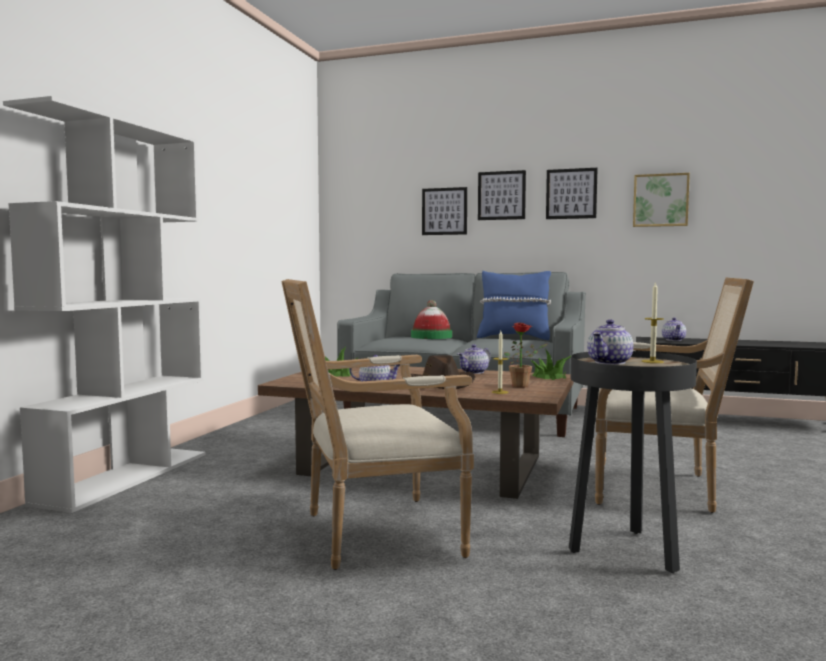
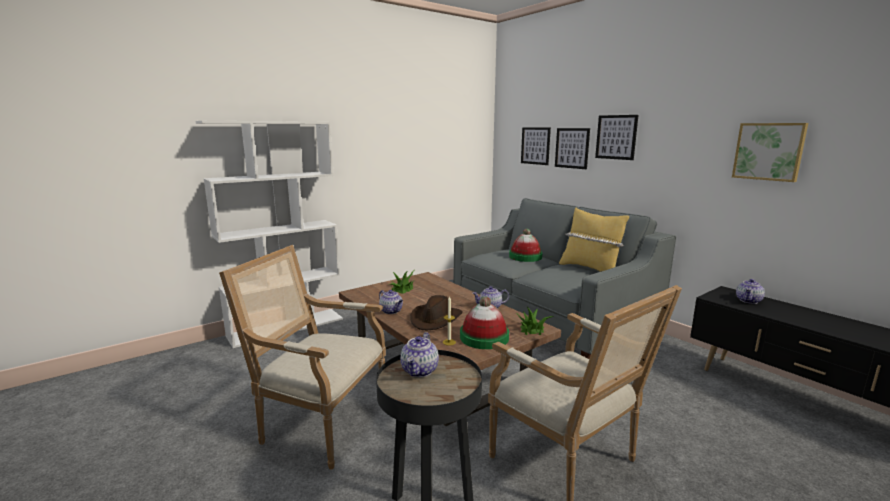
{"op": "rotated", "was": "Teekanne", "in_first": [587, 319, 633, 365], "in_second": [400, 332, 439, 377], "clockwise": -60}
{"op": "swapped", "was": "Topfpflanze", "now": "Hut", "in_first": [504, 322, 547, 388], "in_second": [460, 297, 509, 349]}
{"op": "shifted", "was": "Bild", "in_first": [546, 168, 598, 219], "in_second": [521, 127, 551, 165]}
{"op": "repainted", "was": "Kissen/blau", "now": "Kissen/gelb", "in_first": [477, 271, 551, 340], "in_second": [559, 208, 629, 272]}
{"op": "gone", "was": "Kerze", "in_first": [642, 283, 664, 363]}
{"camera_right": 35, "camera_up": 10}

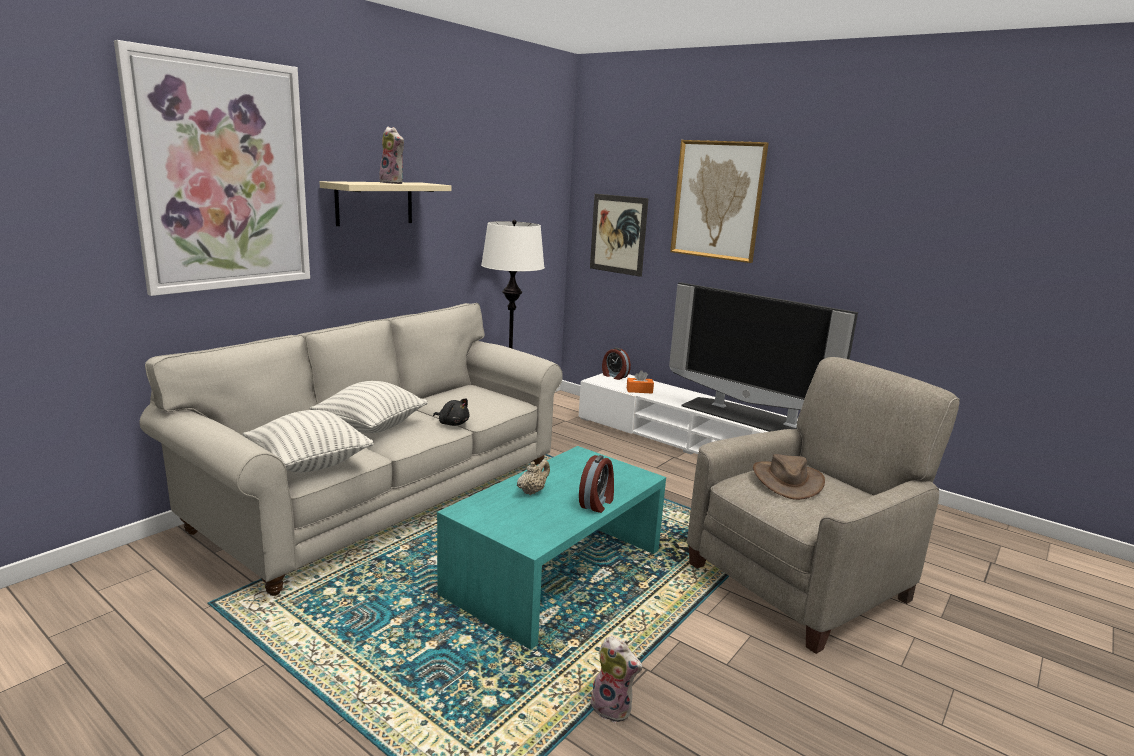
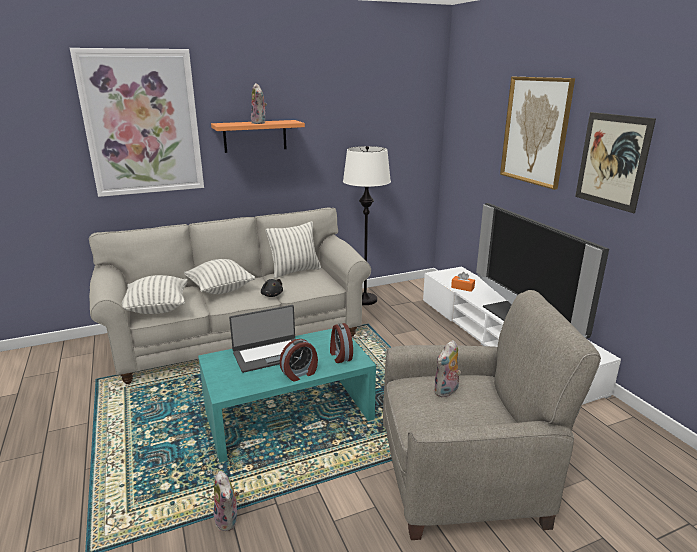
{"op": "repainted", "was": "Wandregal/beige", "now": "Wandregal/orange", "in_first": [320, 181, 451, 226], "in_second": [211, 120, 305, 153]}
{"op": "swapped", "was": "Teekanne/beige", "now": "Laptop", "in_first": [517, 460, 550, 495], "in_second": [229, 305, 295, 373]}
{"op": "new", "now": "Kissen", "in_second": [266, 222, 321, 279]}
{"op": "shifted", "was": "Wecker", "in_first": [602, 348, 631, 380], "in_second": [330, 323, 353, 363]}
{"op": "swapped", "was": "Hut/braun", "now": "Plüschtier", "in_first": [753, 454, 825, 500], "in_second": [433, 340, 461, 397]}
{"op": "shifted", "was": "Bild", "in_first": [590, 194, 649, 277], "in_second": [575, 112, 656, 213]}
{"camera_right": 30, "camera_up": 5}

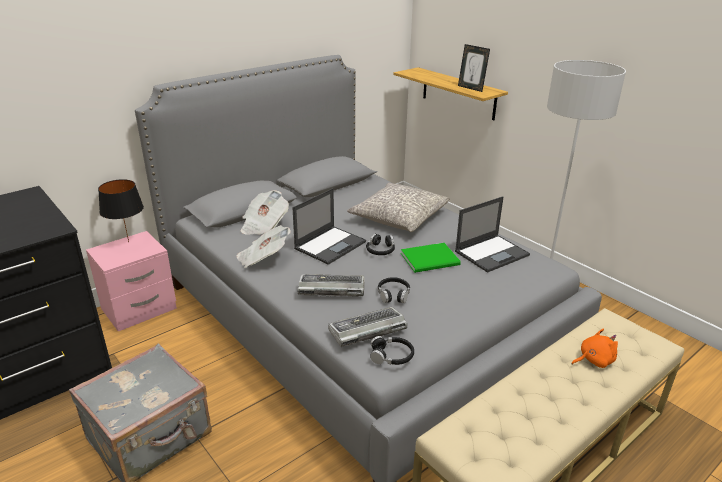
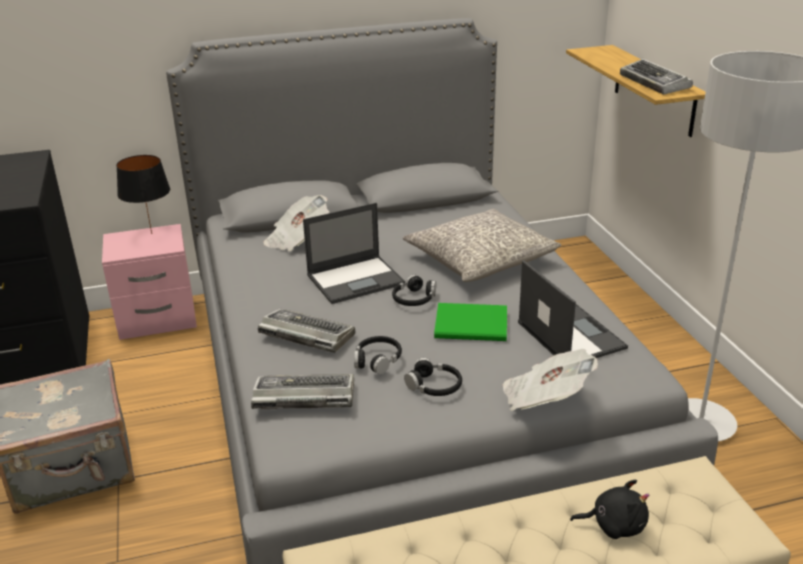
{"op": "shifted", "was": "Kopfhörer/schwarz", "in_first": [370, 336, 414, 365], "in_second": [404, 358, 462, 396]}
{"op": "shifted", "was": "Zeitung", "in_first": [236, 225, 291, 268], "in_second": [503, 349, 598, 411]}
{"op": "rotated", "was": "Laptop", "in_first": [455, 196, 530, 273], "in_second": [518, 260, 628, 358], "clockwise": -105}
{"op": "repainted", "was": "Plüschtier/orange", "now": "Plüschtier/schwarz", "in_first": [571, 329, 618, 368], "in_second": [570, 480, 649, 539]}
{"op": "swapped", "was": "Bilderrahmen", "now": "Tastatur", "in_first": [458, 44, 490, 92], "in_second": [620, 59, 693, 95]}
{"camera_right": 25, "camera_up": 0}

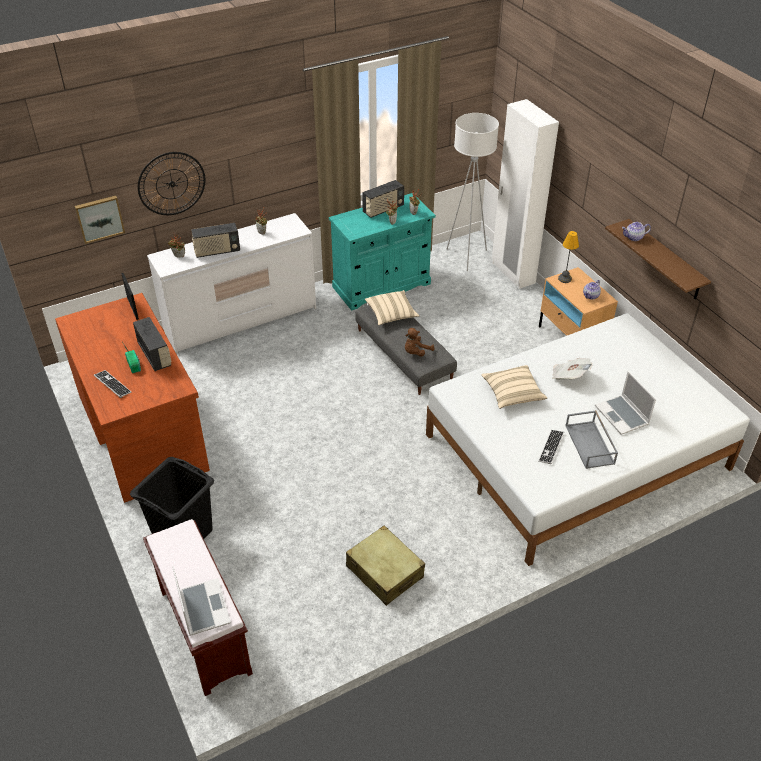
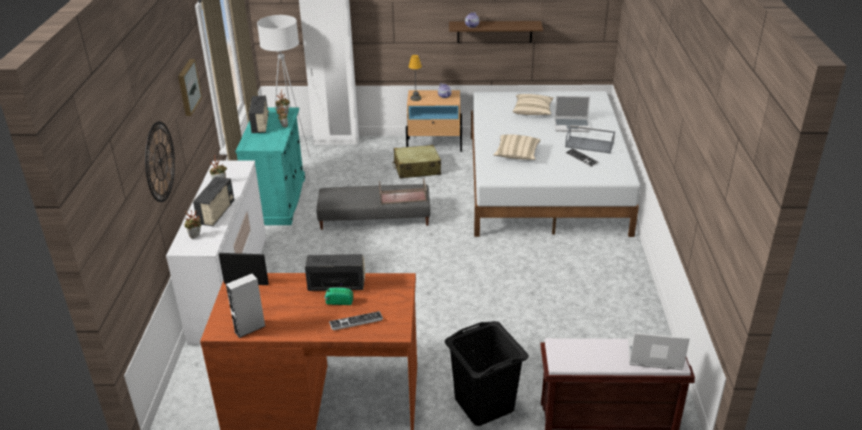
{"op": "shifted", "was": "Bild", "in_first": [74, 196, 125, 244], "in_second": [178, 59, 202, 116]}
{"op": "new", "now": "Lautsprecher/grau", "in_second": [226, 274, 265, 338]}
{"op": "swapped", "was": "Plüschtier/braun", "now": "Tablett/braun", "in_first": [405, 328, 434, 356], "in_second": [379, 178, 427, 205]}
{"op": "shifted", "was": "Koffer/beige", "in_first": [346, 525, 425, 606], "in_second": [392, 145, 441, 178]}
{"op": "shifted", "was": "Kissen/beige", "in_first": [365, 290, 420, 325], "in_second": [513, 94, 554, 115]}
{"op": "gone", "was": "Zeitung", "in_first": [552, 358, 593, 379]}
{"camera_right": -60, "camera_up": -10}

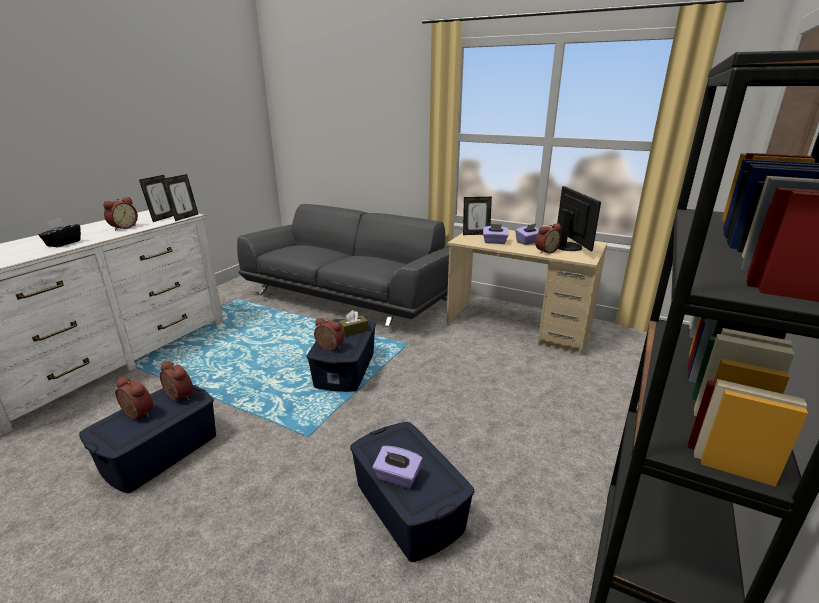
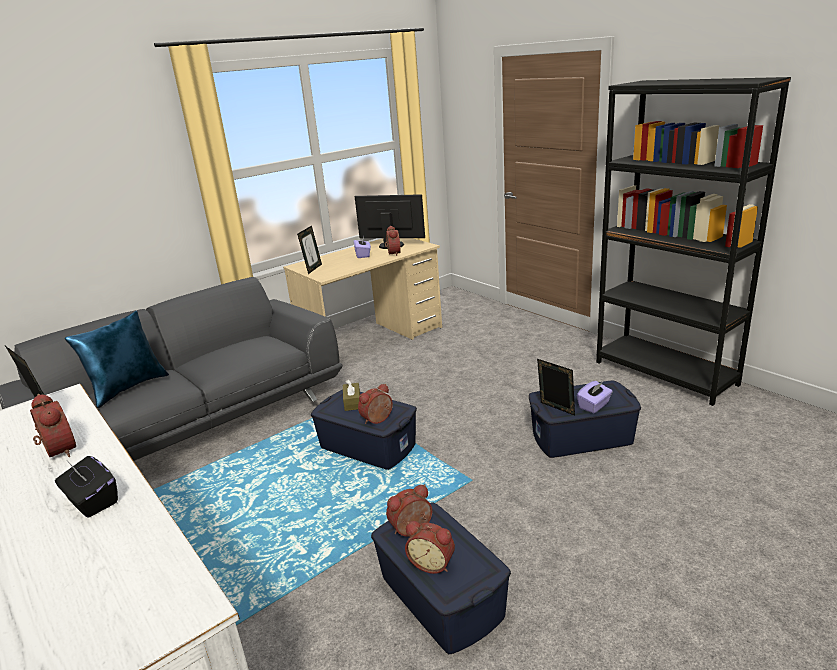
{"op": "new", "now": "Kissen/blau", "in_second": [65, 311, 169, 408]}
{"op": "rotated", "was": "Wecker", "in_first": [116, 377, 153, 419], "in_second": [405, 521, 455, 574], "clockwise": -120}
{"op": "shifted", "was": "Bilderrahmen", "in_first": [162, 174, 198, 221], "in_second": [537, 359, 575, 416]}
{"op": "gone", "was": "Taschentuchbox/lila", "in_first": [483, 224, 508, 244]}
{"camera_right": -65, "camera_up": 0}

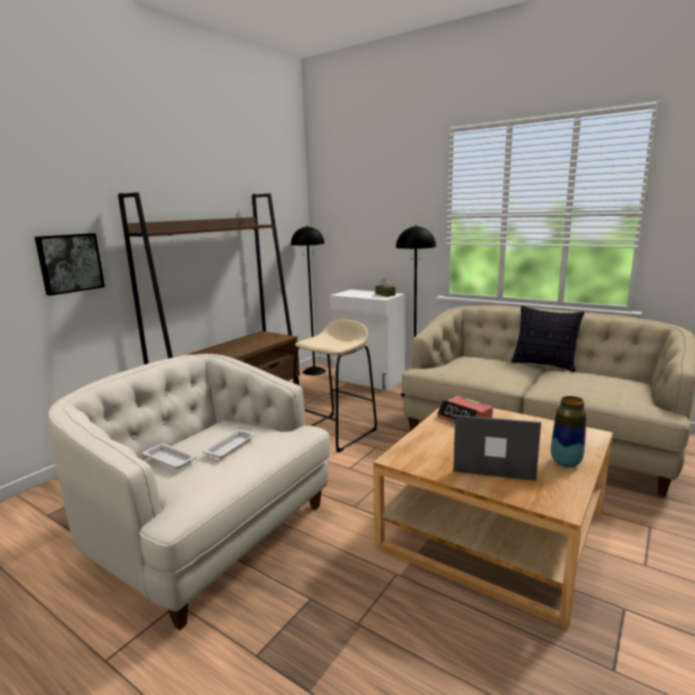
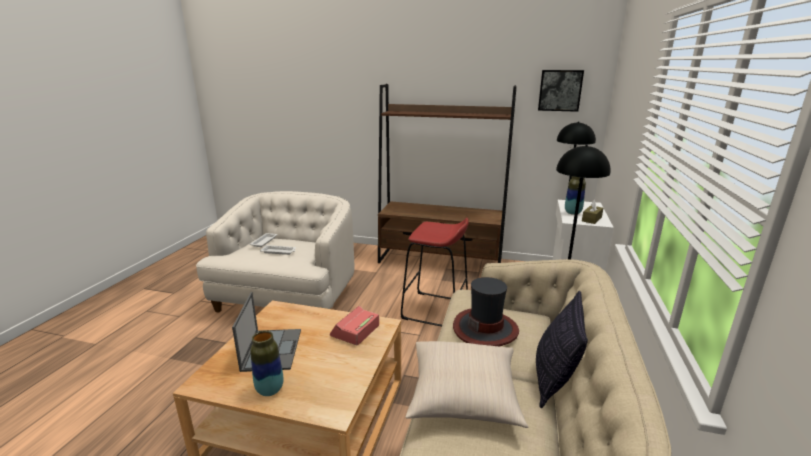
{"op": "repainted", "was": "Hocker/beige", "now": "Hocker/rot", "in_first": [293, 320, 377, 453], "in_second": [400, 218, 469, 326]}
{"op": "new", "now": "Kissen/beige", "in_second": [406, 341, 528, 428]}
{"op": "new", "now": "Hut", "in_second": [453, 277, 519, 346]}
{"op": "shifted", "was": "Bild", "in_first": [35, 233, 105, 296], "in_second": [538, 70, 584, 112]}
{"op": "new", "now": "Vase", "in_second": [565, 176, 586, 215]}
{"camera_right": 70, "camera_up": 5}

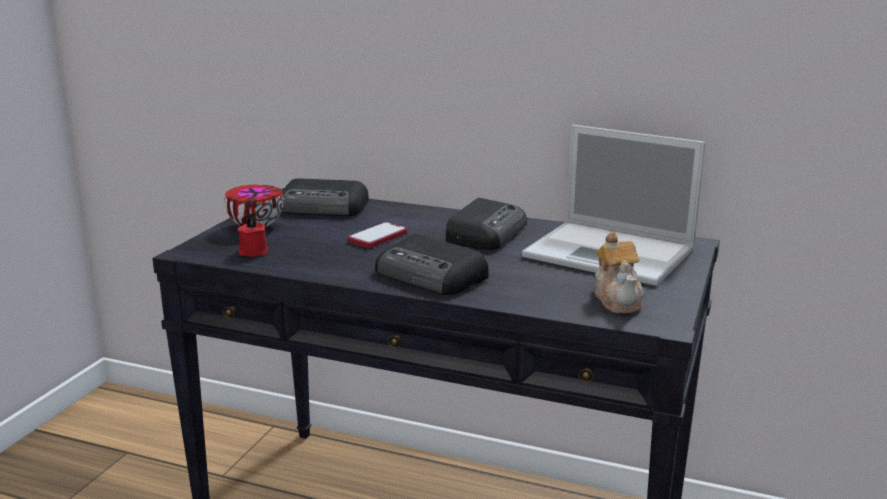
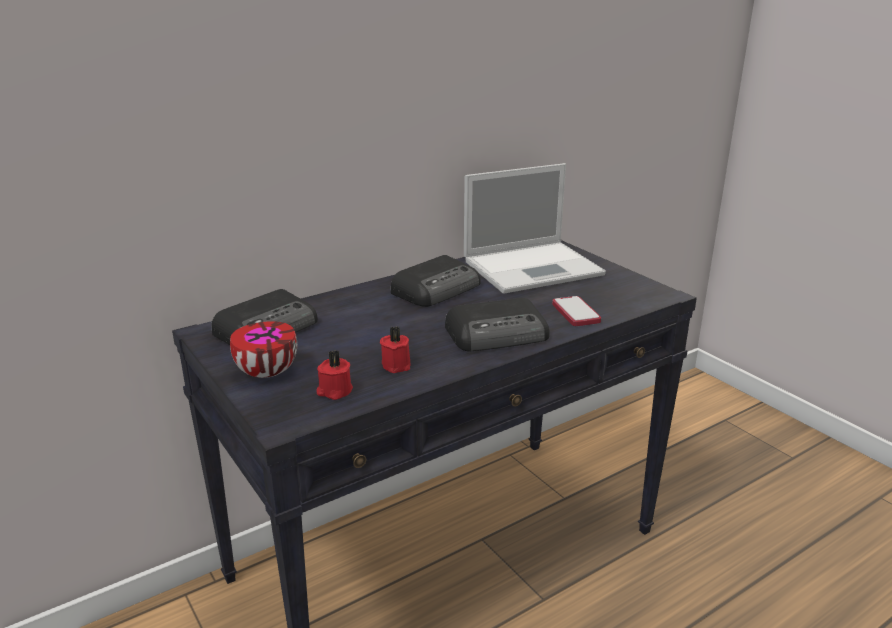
{"op": "new", "now": "Kerze/rot", "in_second": [380, 327, 411, 373]}
{"op": "rotated", "was": "Radio", "in_first": [445, 198, 527, 250], "in_second": [391, 255, 481, 307], "clockwise": 75}
{"op": "shifted", "was": "Handy", "in_first": [348, 222, 407, 248], "in_second": [552, 296, 601, 326]}
{"op": "gone", "was": "Teekanne", "in_first": [595, 232, 644, 313]}
{"camera_right": -55, "camera_up": 5}

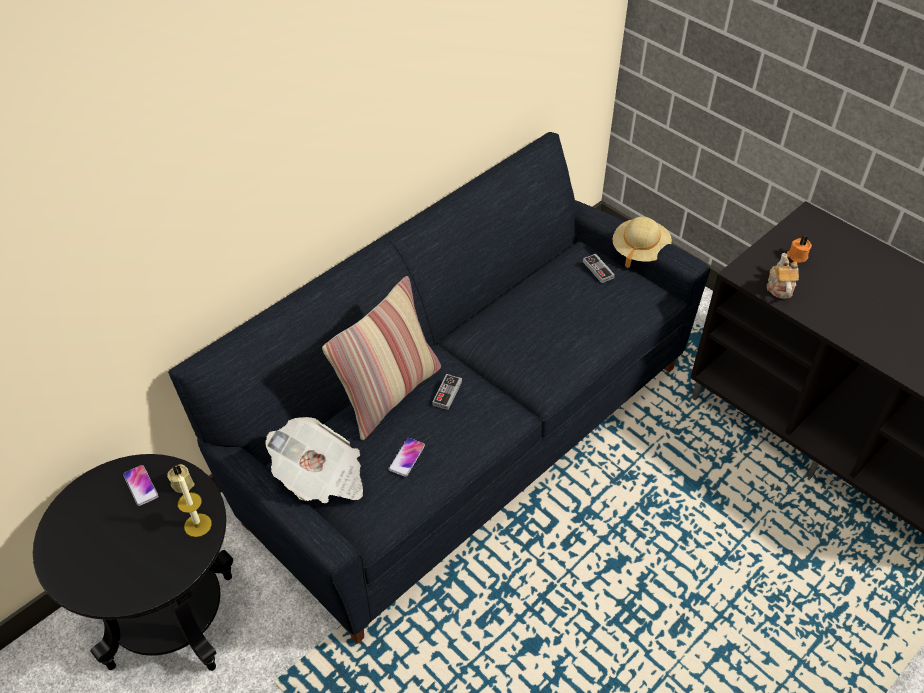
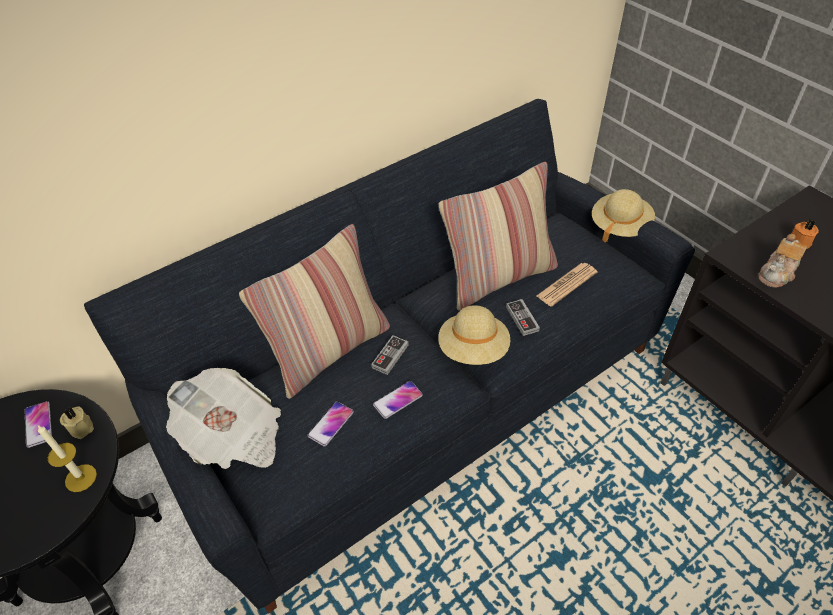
{"op": "new", "now": "Handy", "in_second": [373, 381, 423, 419]}
{"op": "new", "now": "Hut/beige", "in_second": [438, 305, 510, 365]}
{"op": "new", "now": "Kissen", "in_second": [439, 162, 558, 311]}
{"op": "shifted", "was": "Gamepad", "in_first": [583, 254, 615, 283], "in_second": [506, 299, 540, 336]}
{"op": "new", "now": "Zeitung", "in_second": [537, 263, 597, 307]}
{"op": "rotated", "was": "Teekanne", "in_first": [767, 253, 799, 299], "in_second": [758, 234, 807, 288], "clockwise": -150}
{"camera_right": 10, "camera_up": 0}

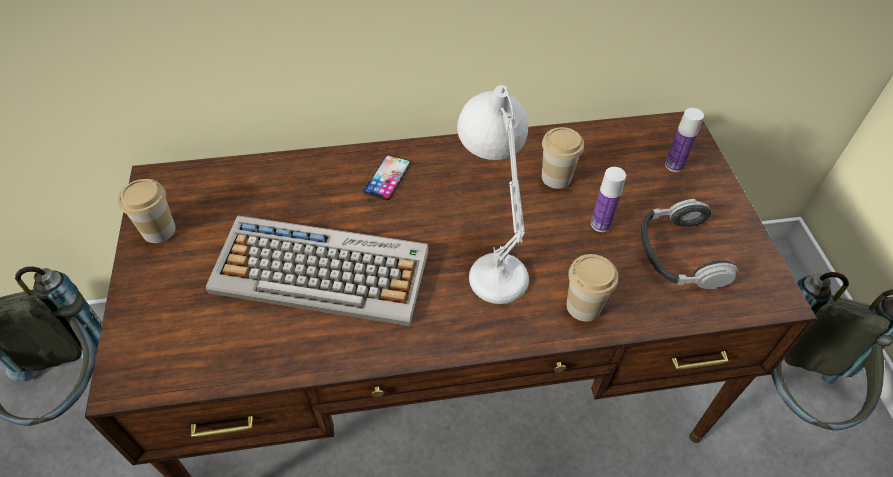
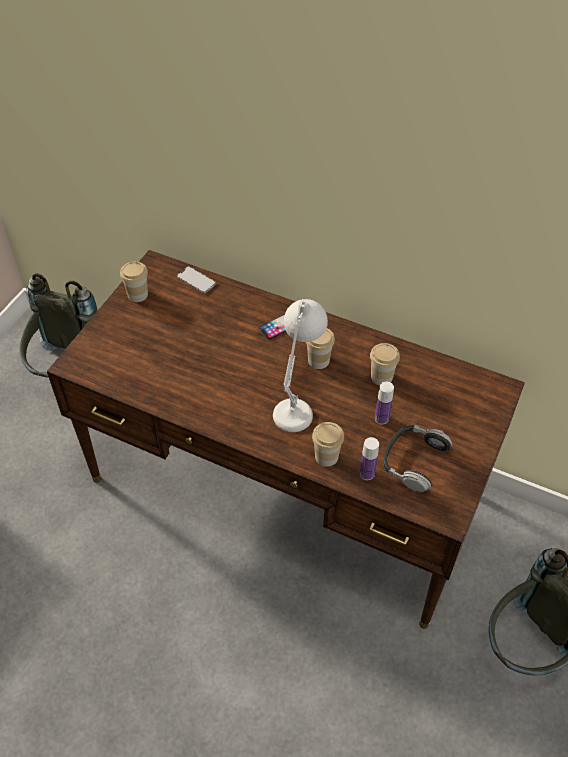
{"op": "new", "now": "Handy", "in_second": [177, 266, 216, 293]}
{"op": "new", "now": "Tasse", "in_second": [306, 328, 335, 369]}
{"op": "shifted", "was": "Flasche", "in_first": [665, 108, 704, 172], "in_second": [360, 437, 379, 480]}
{"op": "gone", "was": "Tastatur", "in_first": [206, 215, 429, 326]}
{"camera_right": 35, "camera_up": 0}

